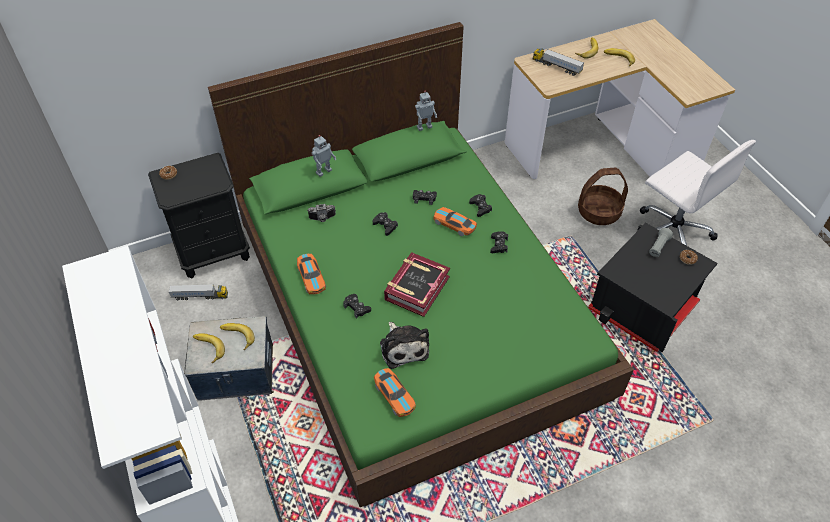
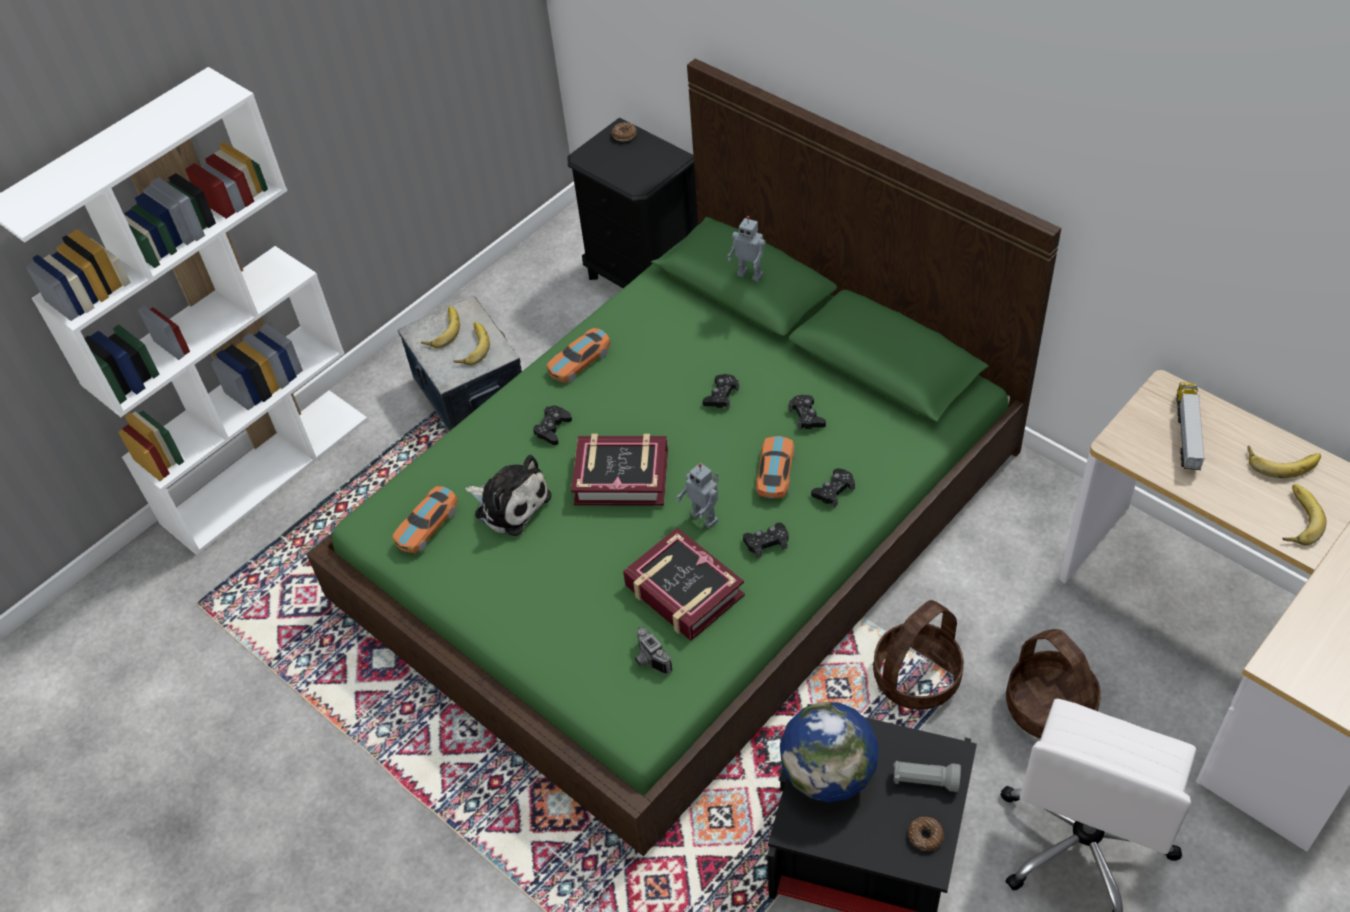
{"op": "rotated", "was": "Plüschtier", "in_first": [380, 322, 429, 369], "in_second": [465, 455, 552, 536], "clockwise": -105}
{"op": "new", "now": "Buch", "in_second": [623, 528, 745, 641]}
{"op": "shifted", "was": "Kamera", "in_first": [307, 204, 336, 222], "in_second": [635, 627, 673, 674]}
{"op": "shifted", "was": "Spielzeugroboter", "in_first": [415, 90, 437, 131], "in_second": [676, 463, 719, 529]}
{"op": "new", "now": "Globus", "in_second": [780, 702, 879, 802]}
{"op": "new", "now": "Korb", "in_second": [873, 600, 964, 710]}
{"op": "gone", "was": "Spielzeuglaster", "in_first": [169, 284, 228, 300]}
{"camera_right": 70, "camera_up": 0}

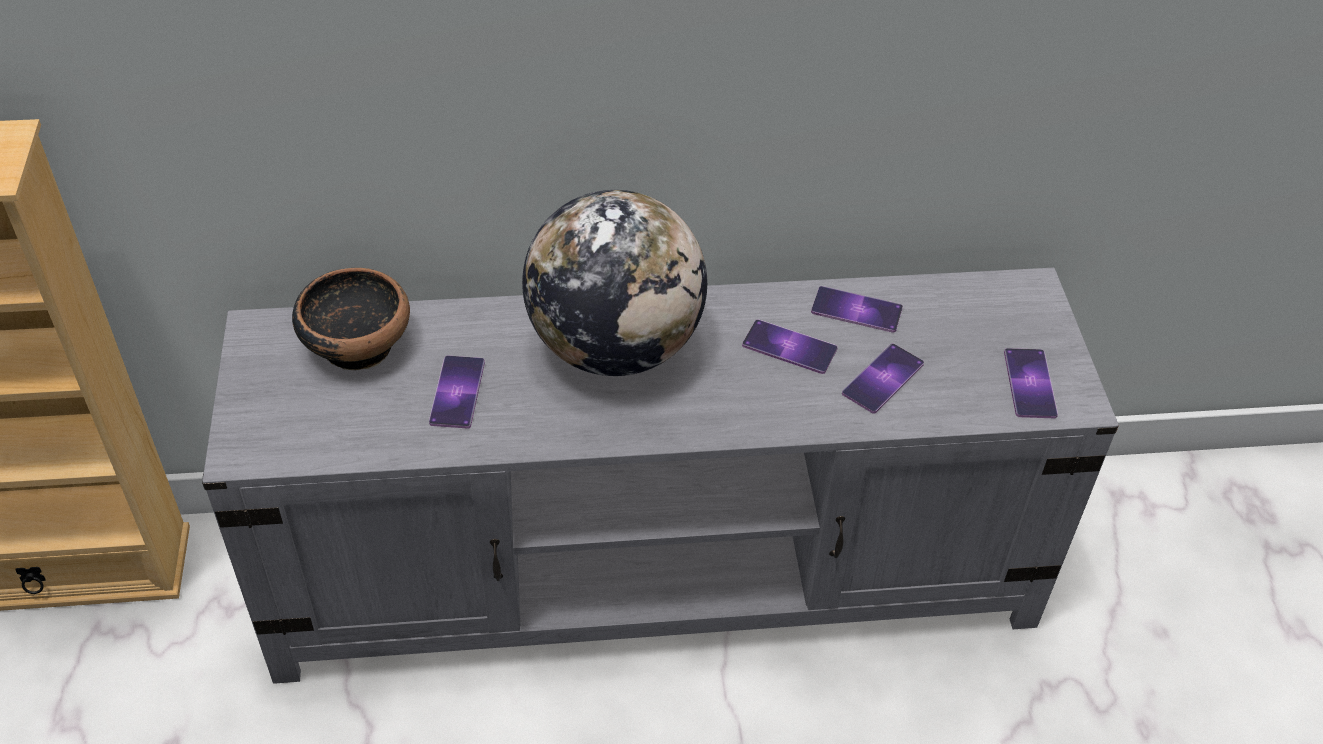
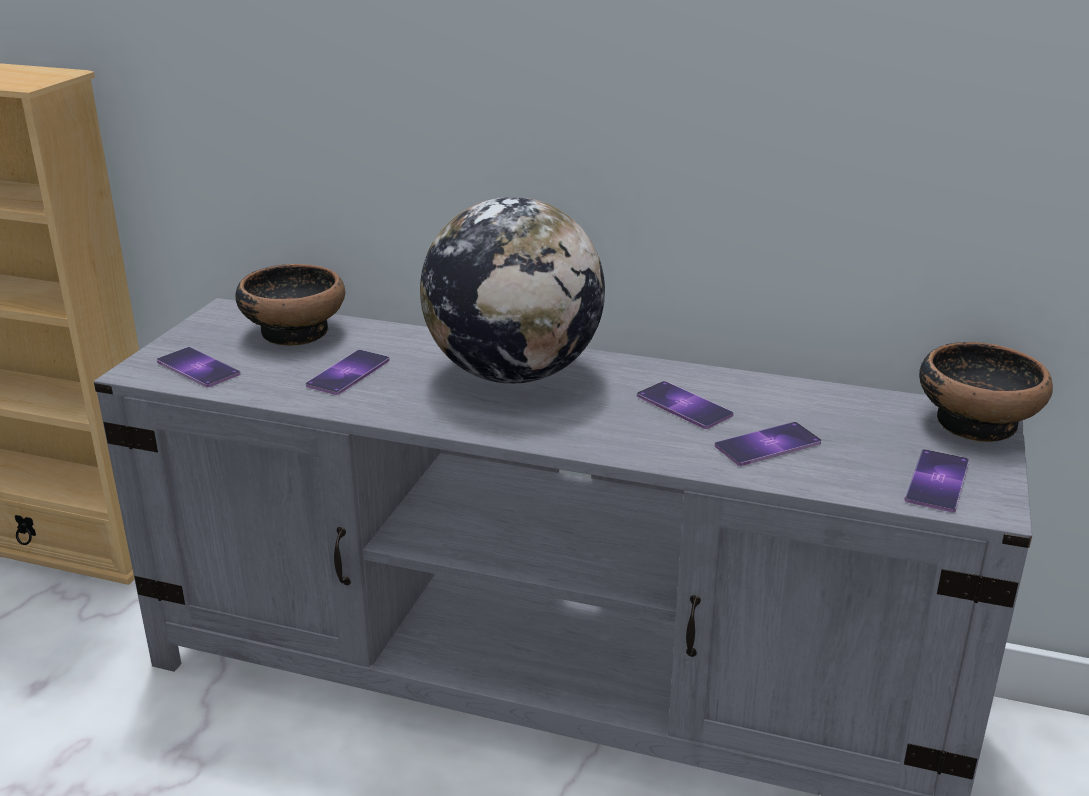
{"op": "shifted", "was": "Handy", "in_first": [811, 286, 903, 333], "in_second": [157, 347, 240, 387]}
{"op": "new", "now": "Schüssel", "in_second": [919, 342, 1053, 442]}
{"camera_right": 25, "camera_up": -20}

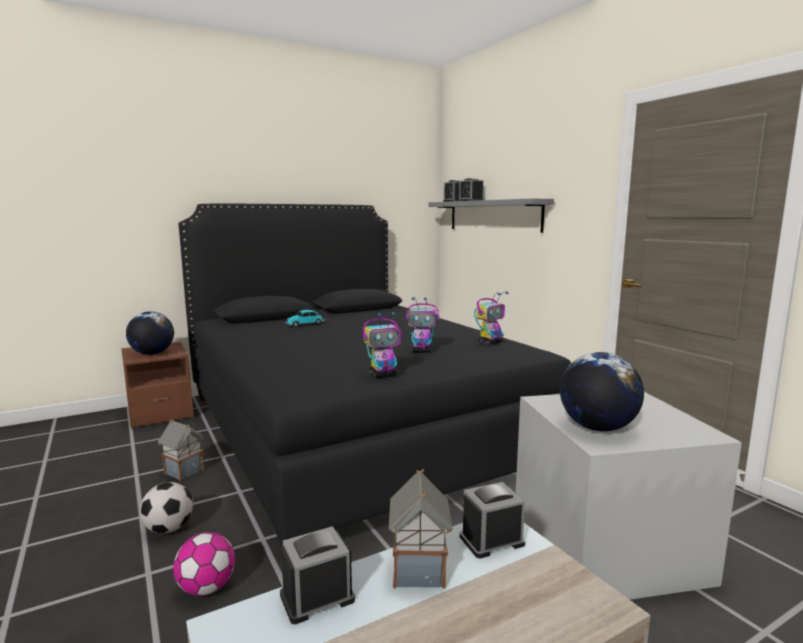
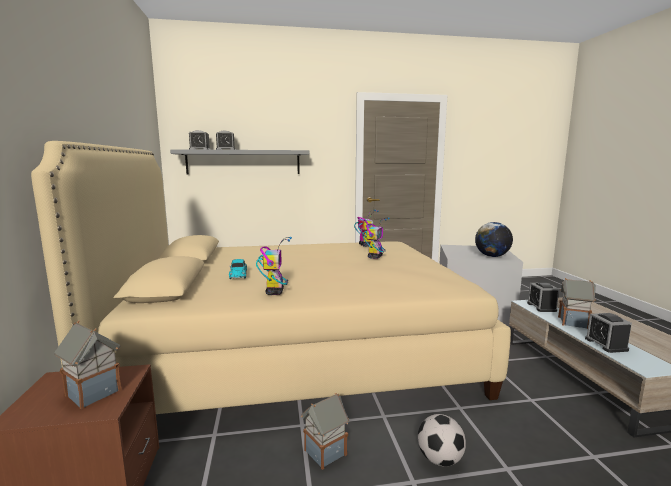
{"op": "repainted", "was": "Bett/schwarz", "now": "Bett/beige", "in_first": [179, 204, 571, 547], "in_second": [31, 141, 511, 414]}
{"op": "swapped", "was": "Globus", "now": "Spielzeughaus", "in_first": [126, 311, 174, 355], "in_second": [54, 320, 121, 409]}
{"op": "shifted", "was": "Spielzeugroboter", "in_first": [363, 312, 402, 379], "in_second": [256, 237, 292, 295]}
{"op": "gone", "was": "Fußball", "in_first": [173, 532, 235, 596]}
{"camera_right": -70, "camera_up": 0}

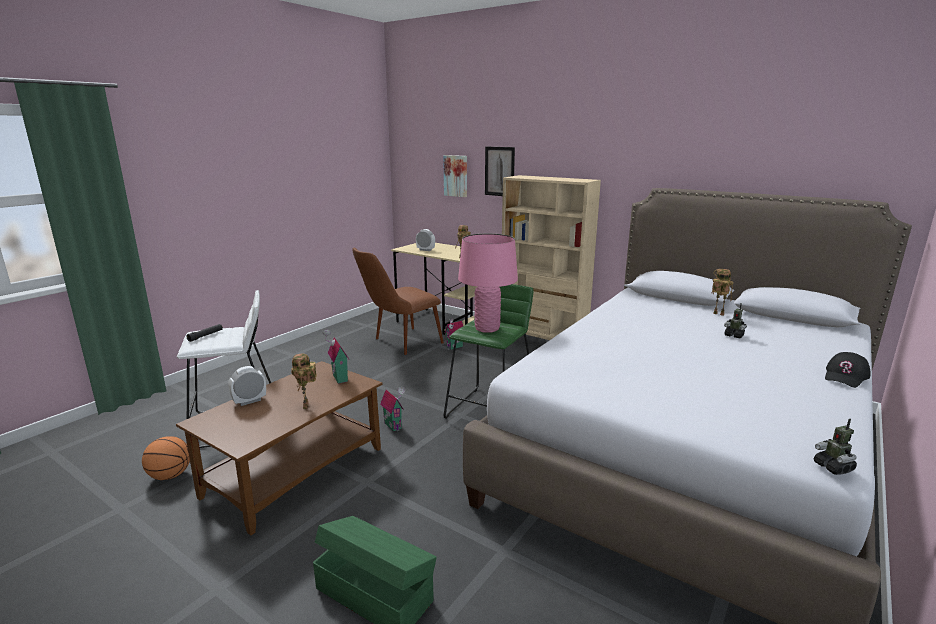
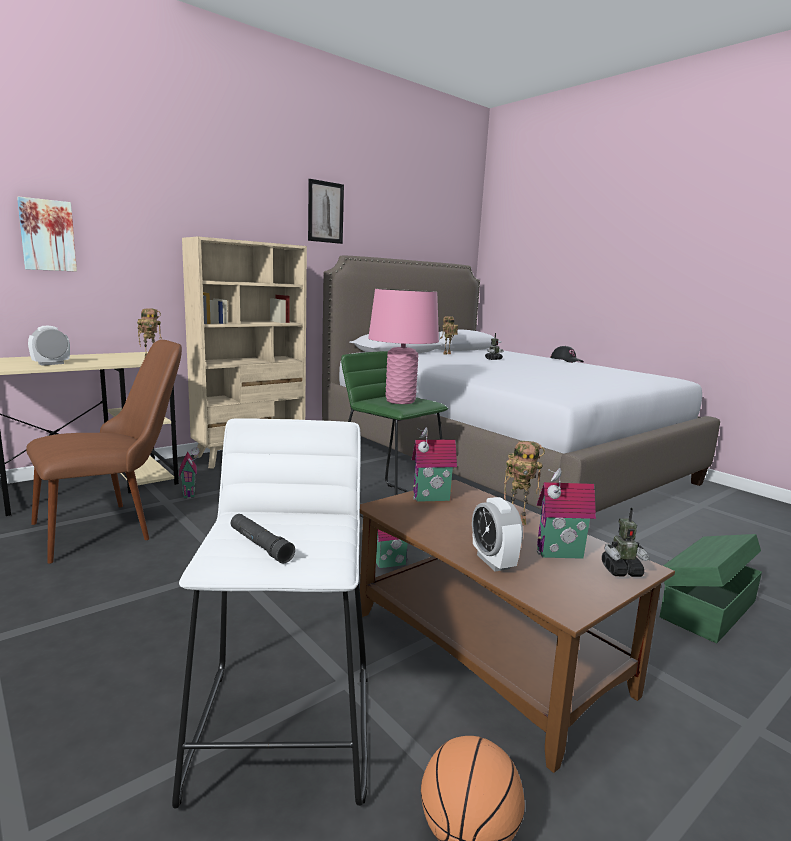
{"op": "rotated", "was": "Stuhl/braun", "in_first": [353, 248, 444, 355], "in_second": [26, 340, 182, 564], "clockwise": -105}
{"op": "shifted", "was": "Bild", "in_first": [485, 147, 515, 196], "in_second": [308, 179, 344, 244]}
{"op": "new", "now": "Spielzeughaus", "in_second": [537, 468, 596, 559]}
{"op": "shifted", "was": "Spielzeugroboter", "in_first": [814, 419, 857, 475], "in_second": [602, 508, 649, 577]}
{"camera_right": -75, "camera_up": -5}

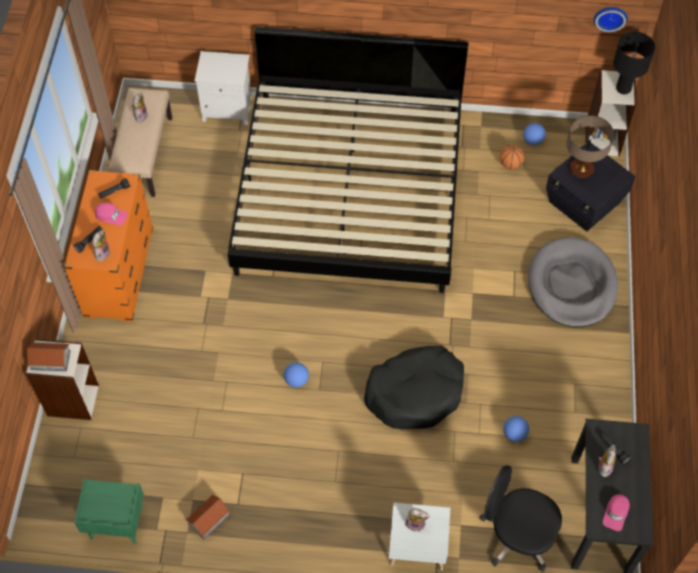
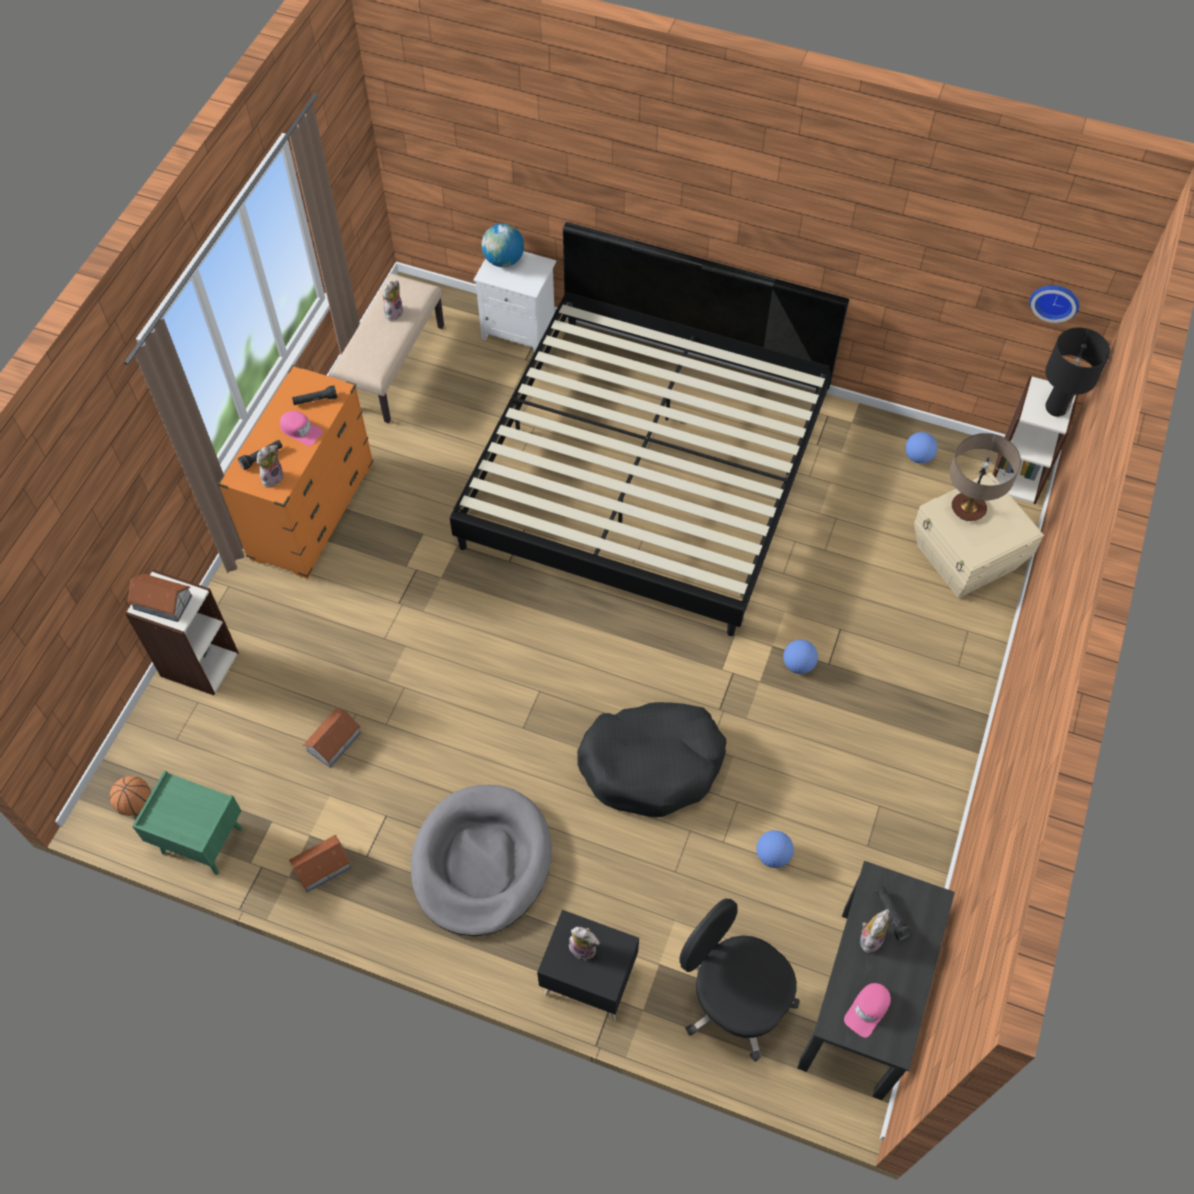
{"op": "shifted", "was": "Basketball", "in_first": [500, 145, 524, 169], "in_second": [110, 776, 151, 816]}
{"op": "new", "now": "Spielzeughaus", "in_second": [303, 709, 361, 768]}
{"op": "shifted", "was": "Hundebett/grau", "in_first": [528, 237, 618, 327], "in_second": [411, 785, 552, 936]}
{"op": "new", "now": "Globus", "in_second": [481, 223, 524, 267]}
{"op": "repainted", "was": "Nachttisch/weiß", "now": "Nachttisch/schwarz", "in_first": [389, 502, 450, 571], "in_second": [537, 910, 639, 1021]}
{"op": "shifted", "was": "Fußball", "in_first": [284, 362, 309, 388], "in_second": [783, 640, 818, 674]}
{"op": "repainted", "was": "Aufbewahrungsbox/schwarz", "now": "Aufbewahrungsbox/beige", "in_first": [546, 143, 636, 232], "in_second": [914, 472, 1044, 598]}
{"camera_right": 15, "camera_up": 0}

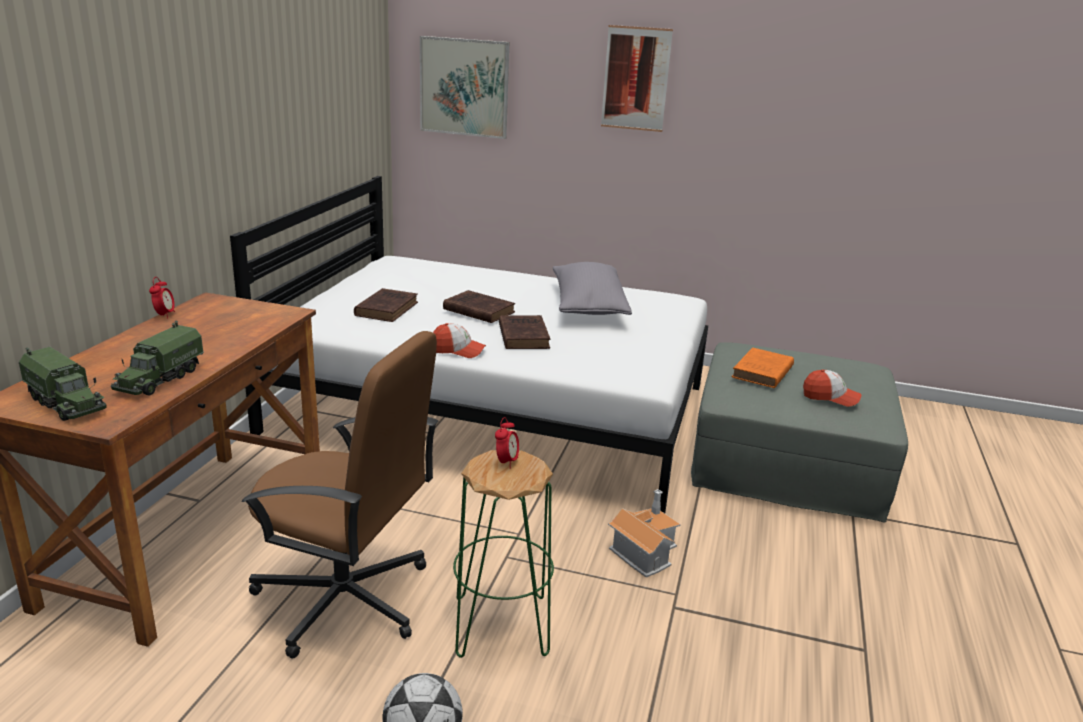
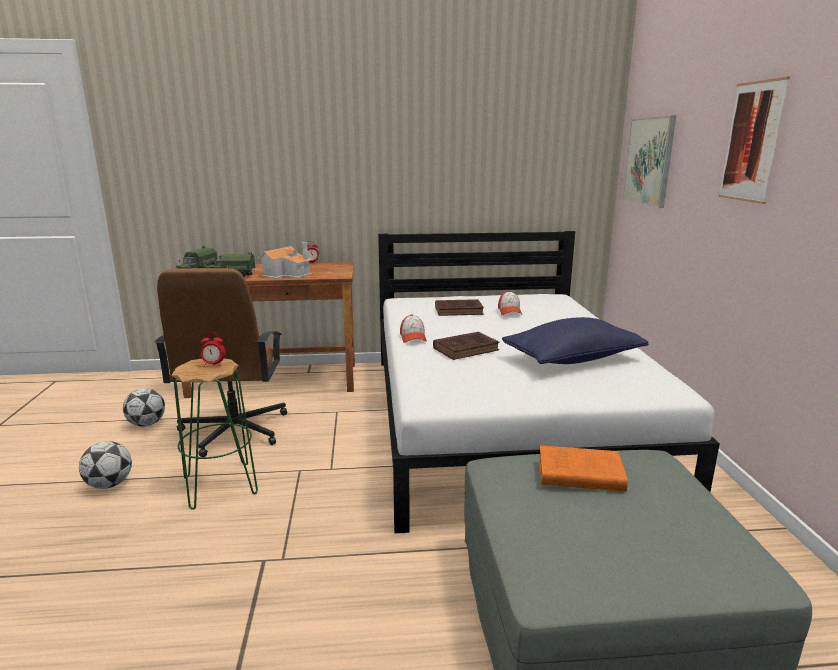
{"op": "new", "now": "Fußball", "in_second": [123, 388, 165, 427]}
{"op": "shifted", "was": "Spielzeughaus", "in_first": [608, 489, 681, 577], "in_second": [257, 242, 314, 279]}
{"op": "shifted", "was": "Kappe", "in_first": [803, 370, 861, 407], "in_second": [498, 291, 522, 315]}
{"op": "repainted", "was": "Kissen/grau", "now": "Kissen/blau", "in_first": [553, 262, 632, 315], "in_second": [502, 317, 648, 364]}
{"op": "gone", "was": "Buch/braun", "in_first": [443, 290, 515, 323]}
{"camera_right": 70, "camera_up": -5}

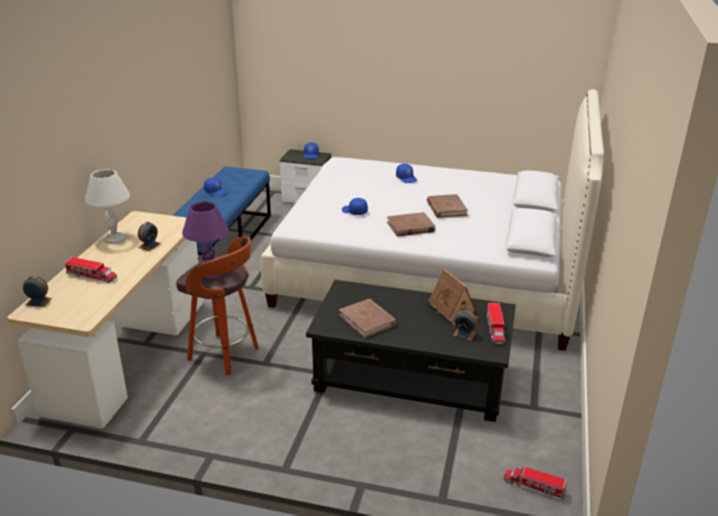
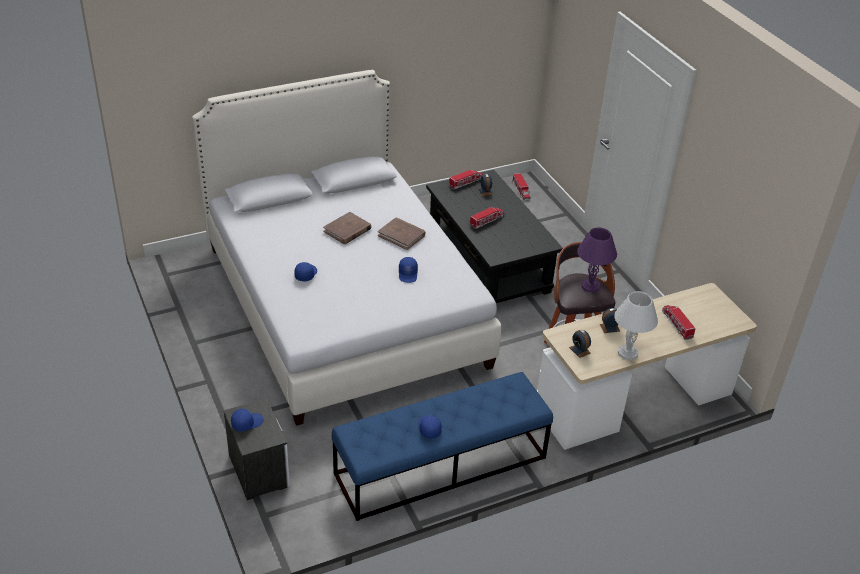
{"op": "new", "now": "Spielzeuglaster", "in_second": [469, 207, 504, 229]}
{"op": "shifted", "was": "Wecker", "in_first": [23, 276, 52, 307], "in_second": [569, 330, 591, 358]}
{"op": "gone", "was": "Buch/braun", "in_first": [339, 299, 396, 338]}
{"op": "gone", "was": "Spielzeughaus", "in_first": [428, 269, 478, 326]}
{"camera_right": -130, "camera_up": 10}

